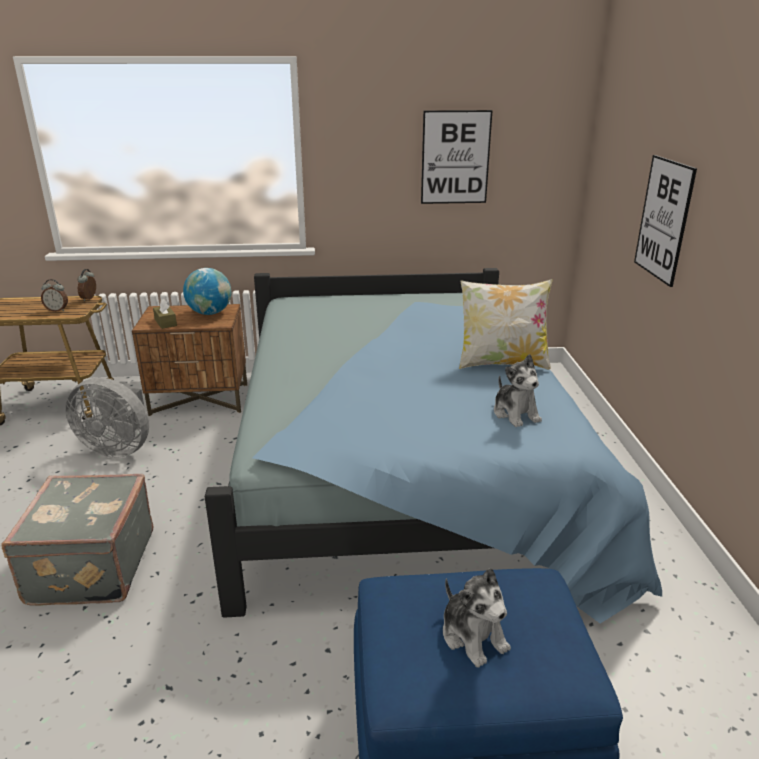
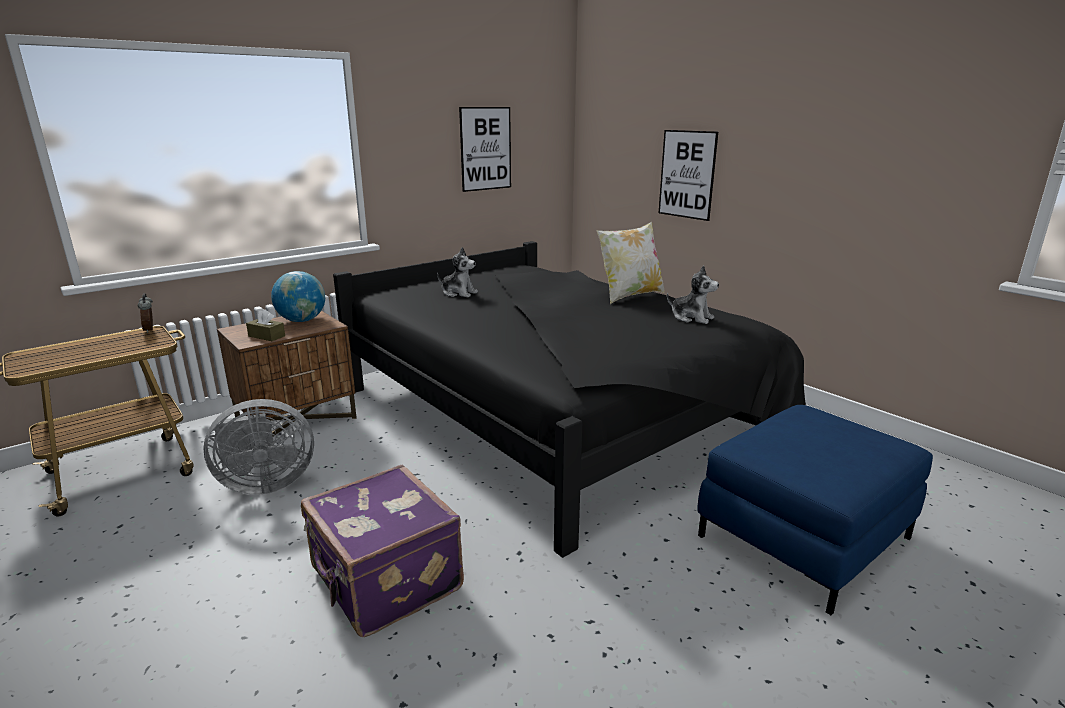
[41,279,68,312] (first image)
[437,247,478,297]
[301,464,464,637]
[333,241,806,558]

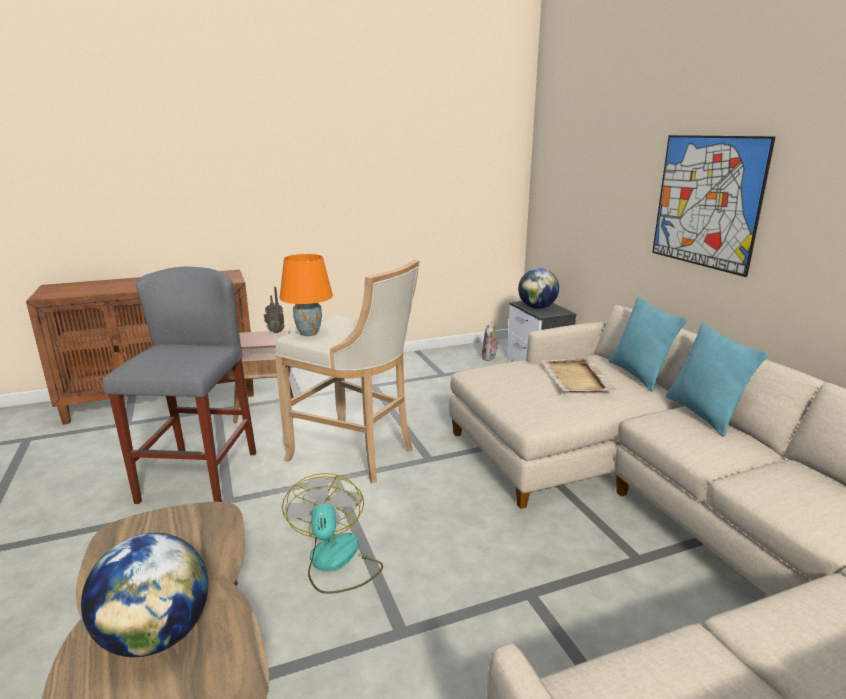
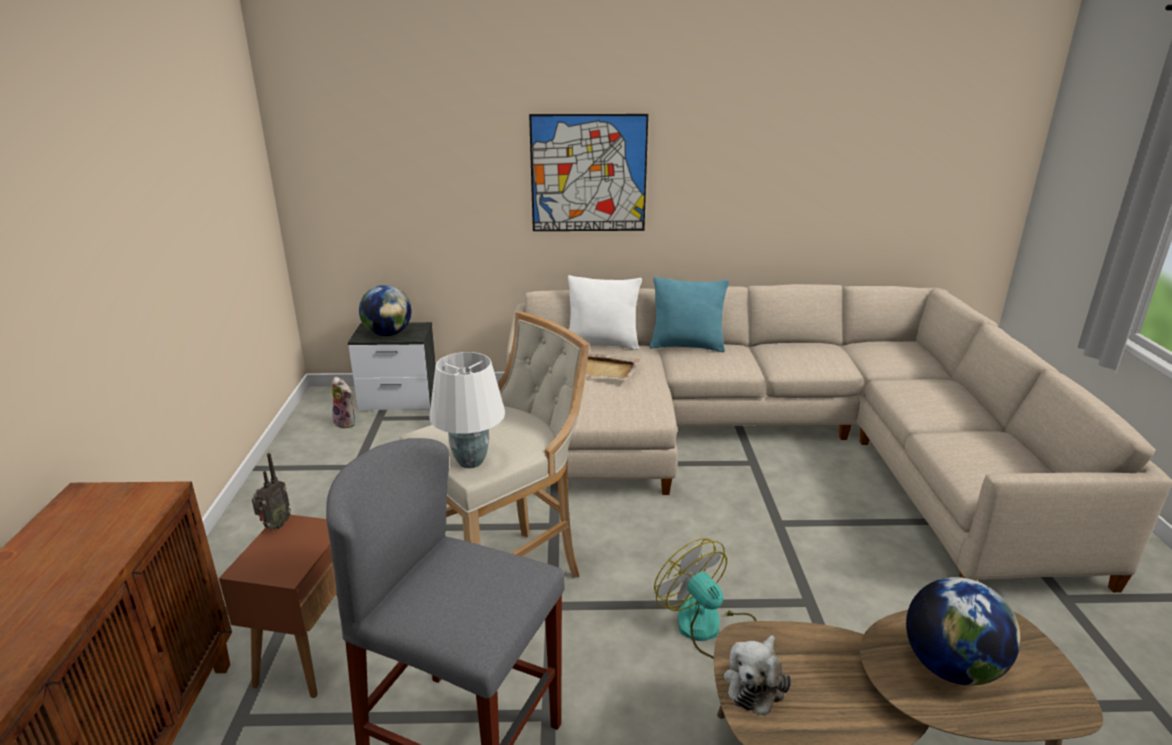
[724,635,791,716]
[429,352,505,468]
[568,275,642,350]
[654,538,757,659]

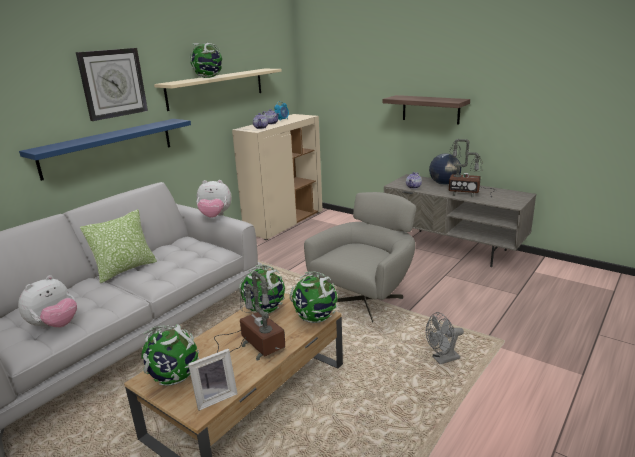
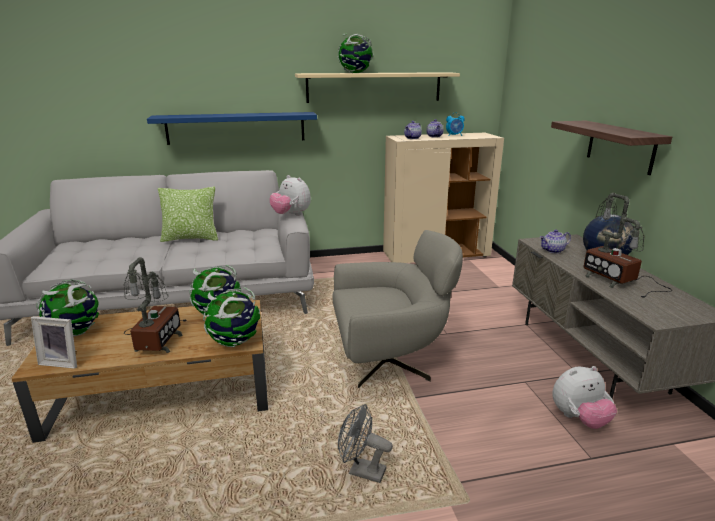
[76,48,148,121] (first image)
[553,366,617,429]

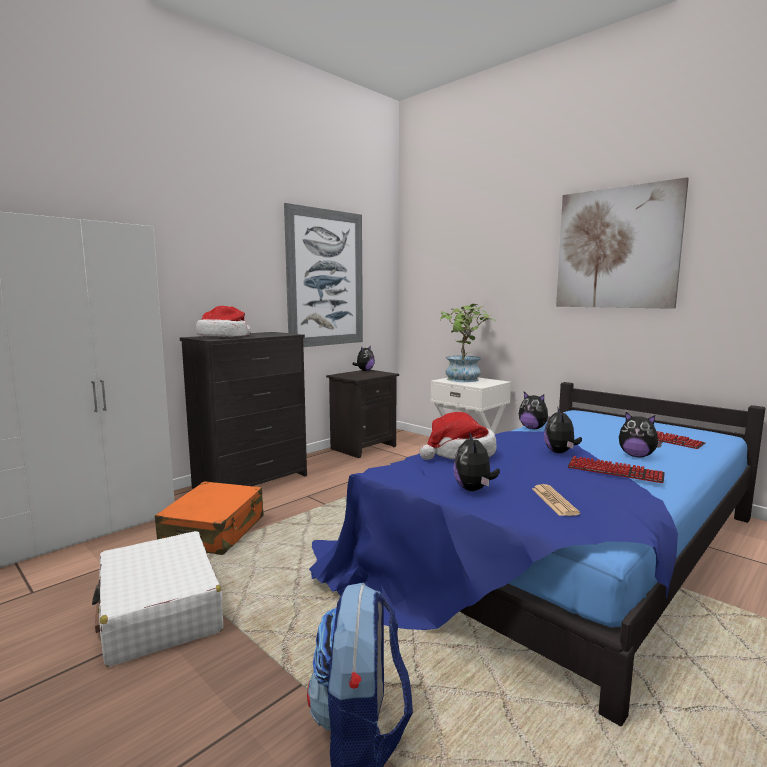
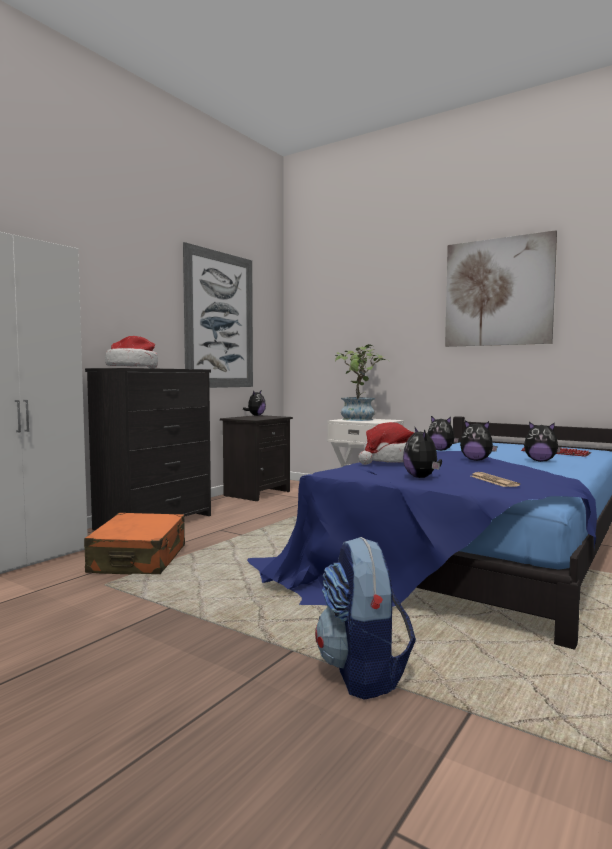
[92,531,223,667] (first image)
[567,456,665,483] (first image)
[460,420,498,461]

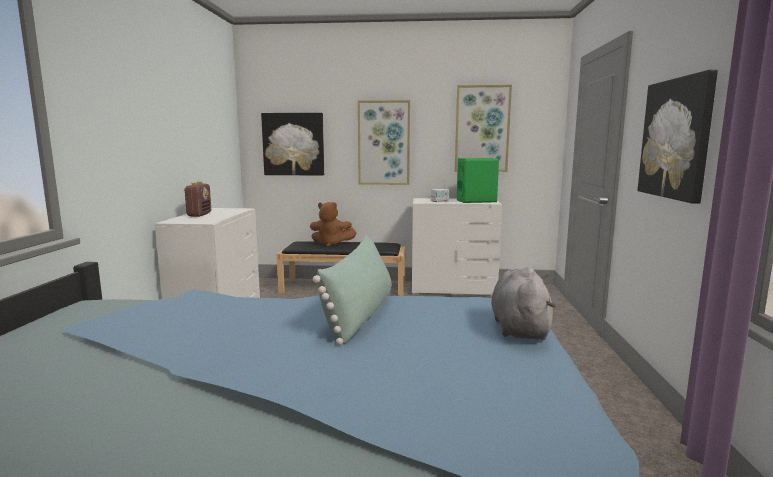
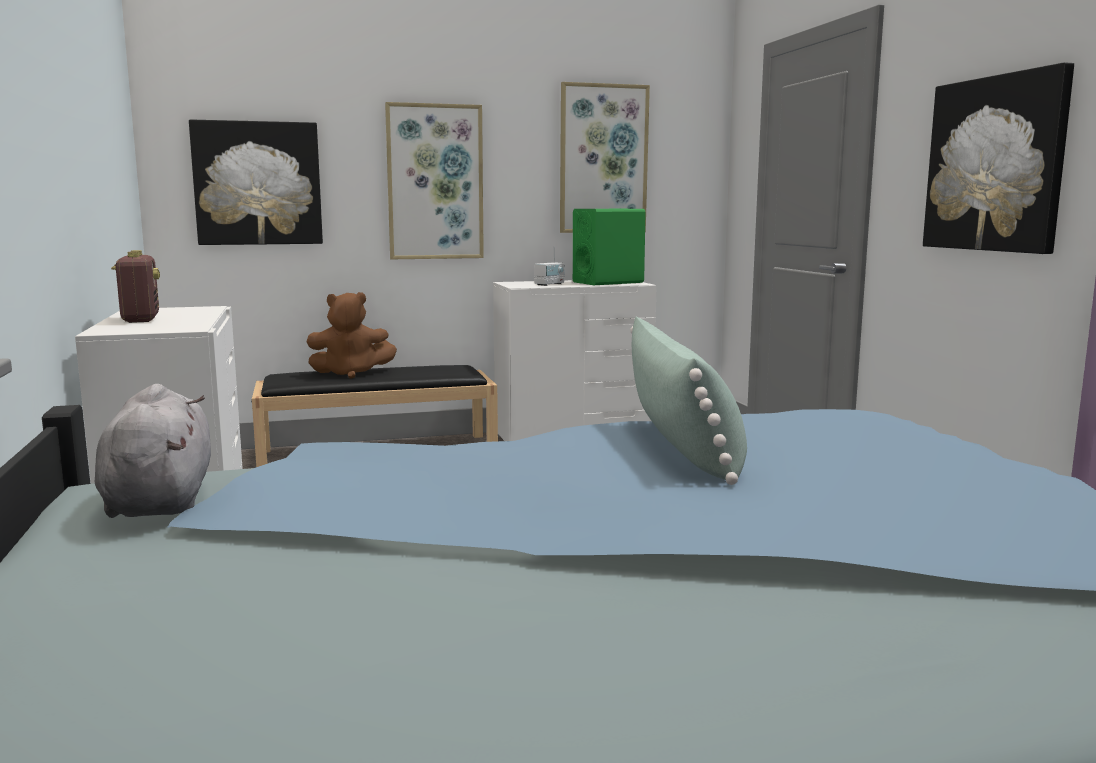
[94,384,211,518]

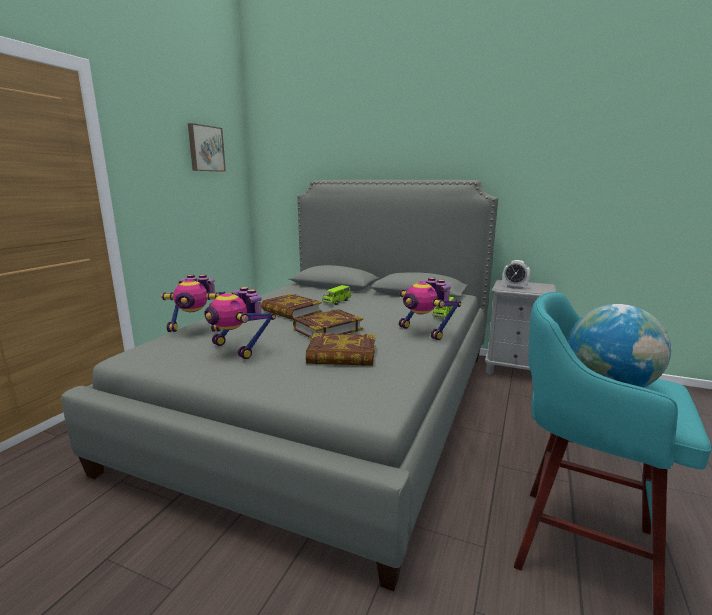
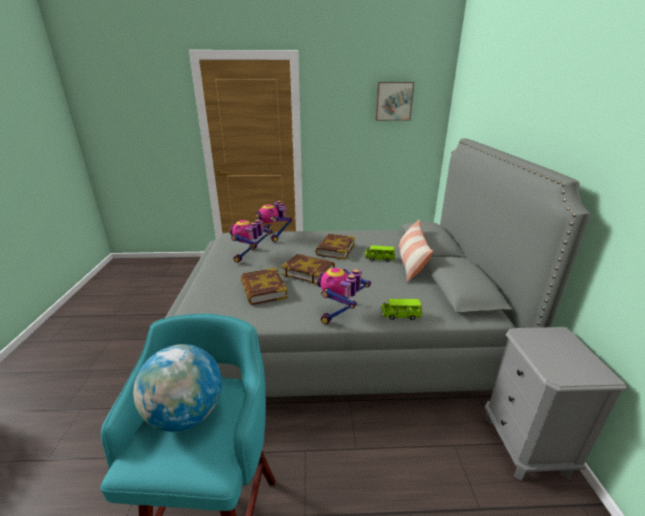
[503,260,530,289] (first image)
[398,219,434,282]

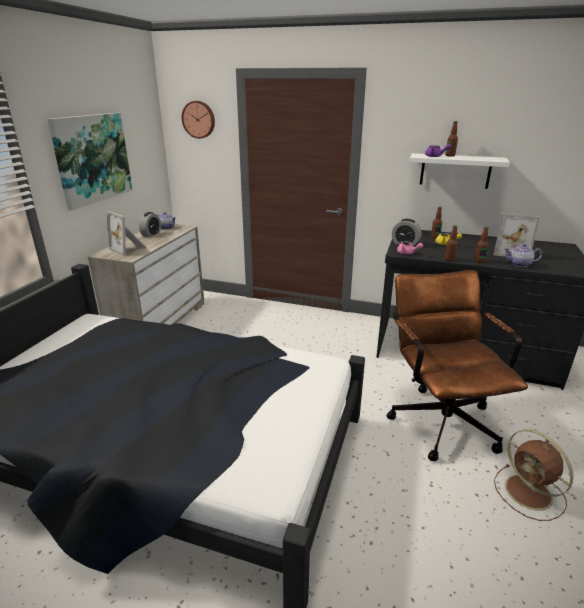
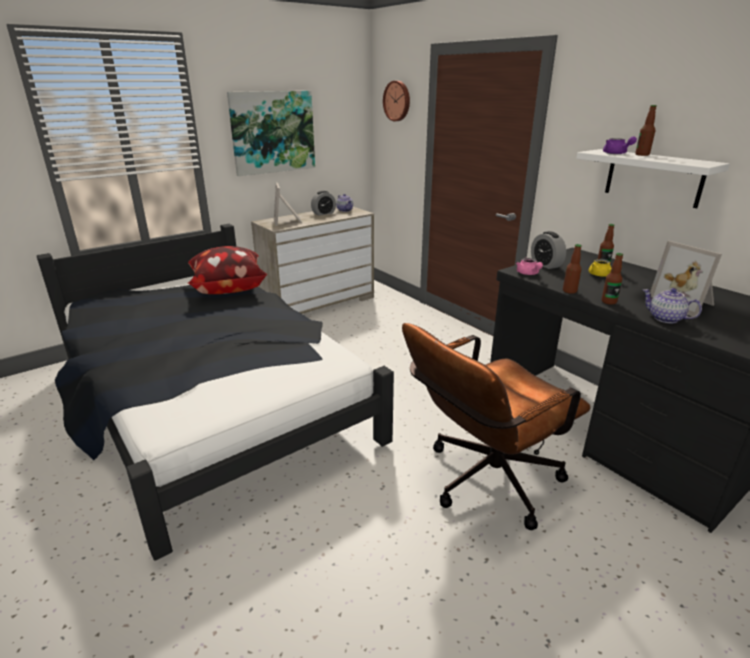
[494,429,573,521] (first image)
[188,246,267,294]
[402,323,591,530]

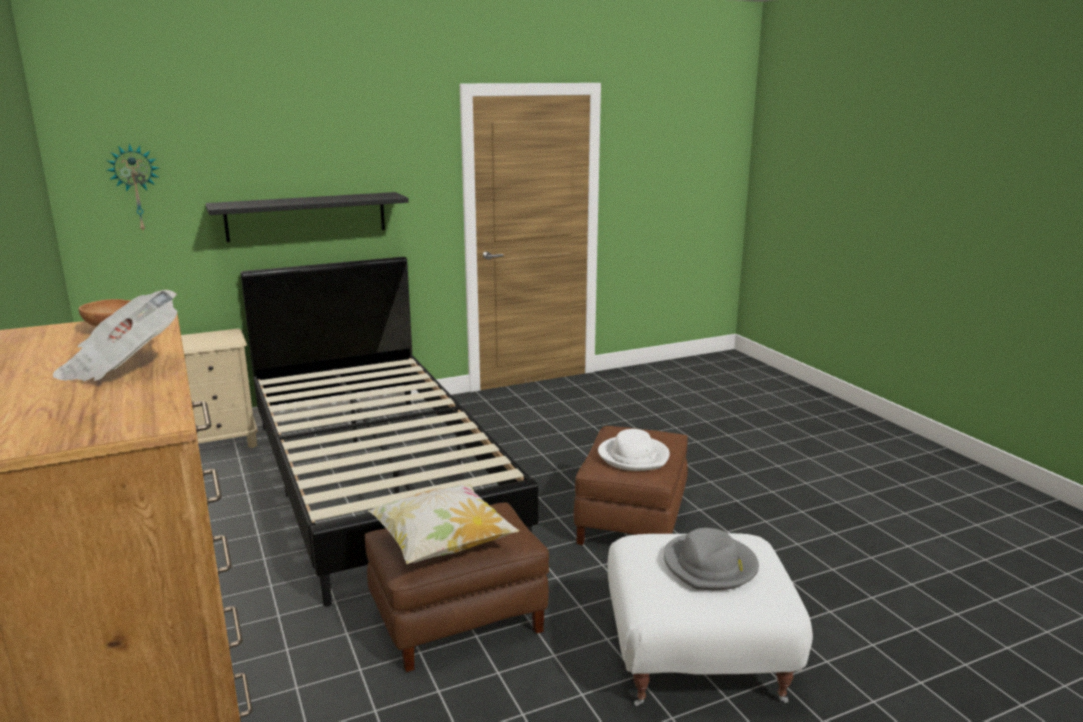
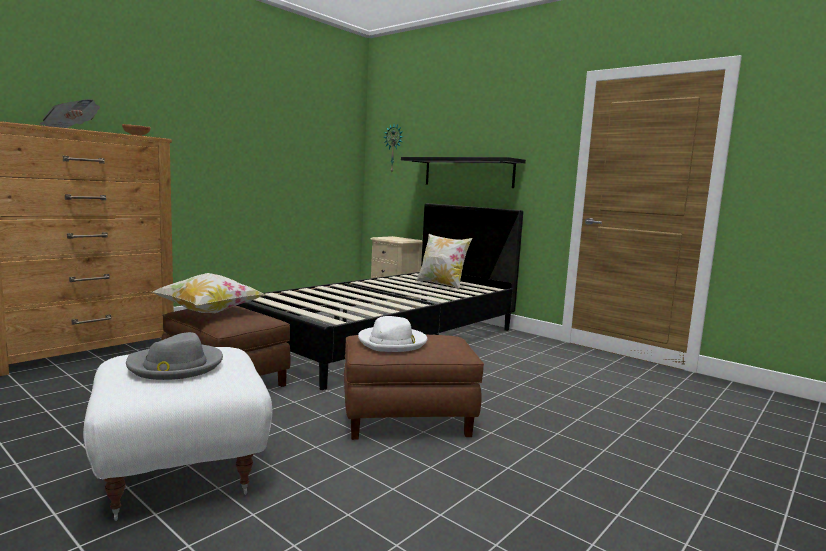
[416,234,472,290]

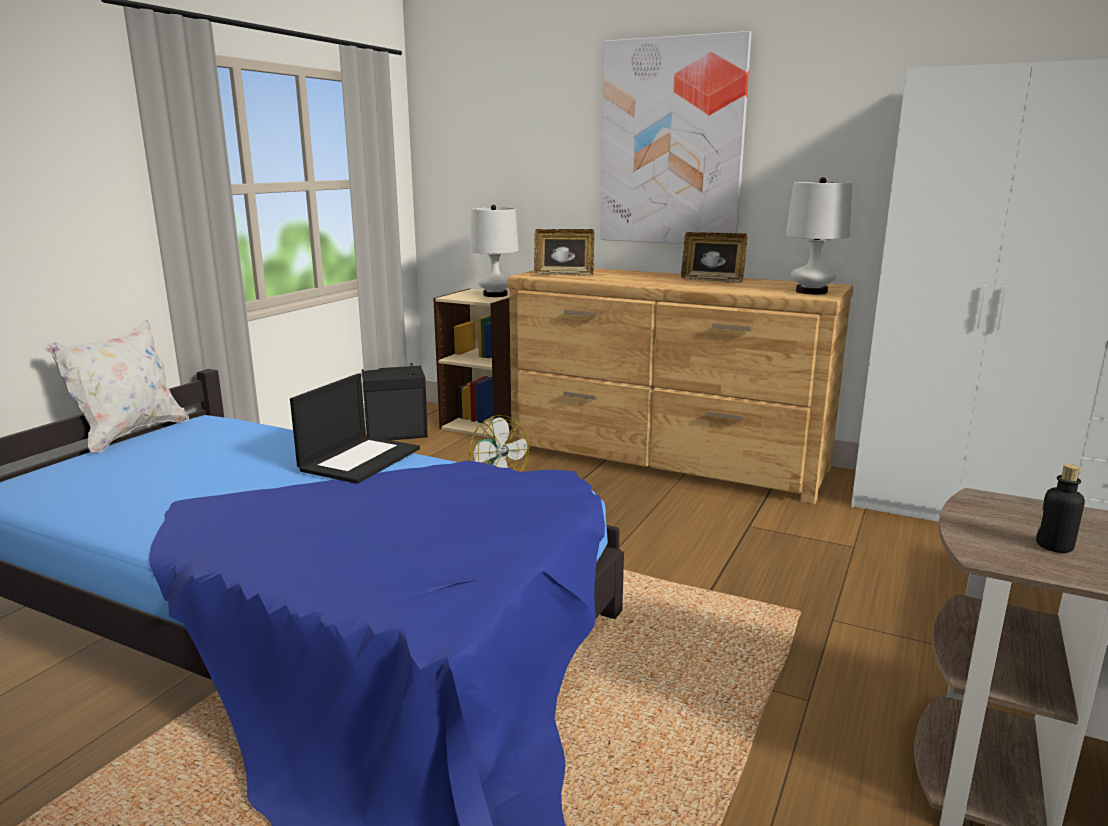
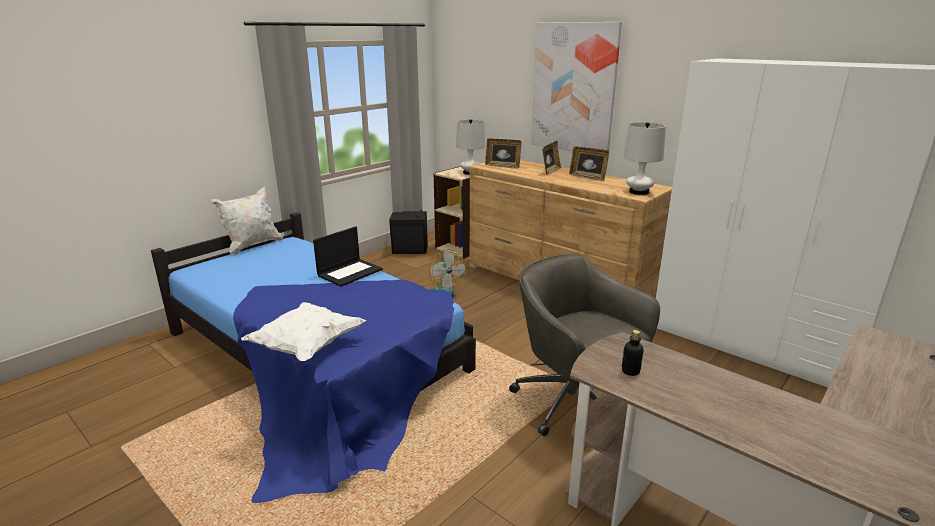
[241,302,366,361]
[509,254,660,436]
[542,141,562,175]

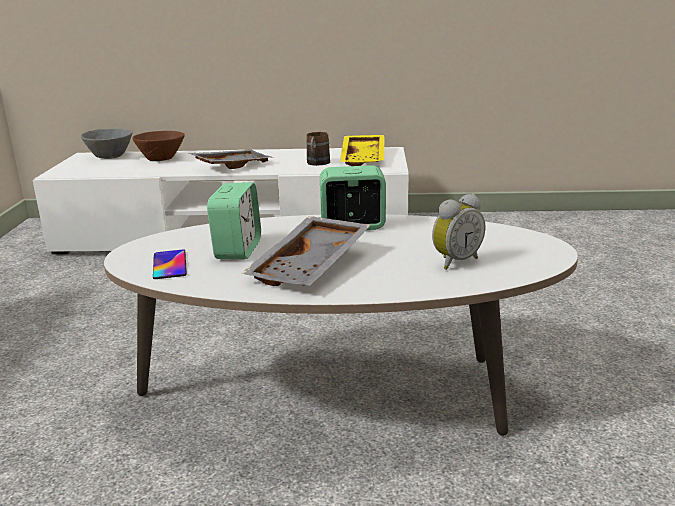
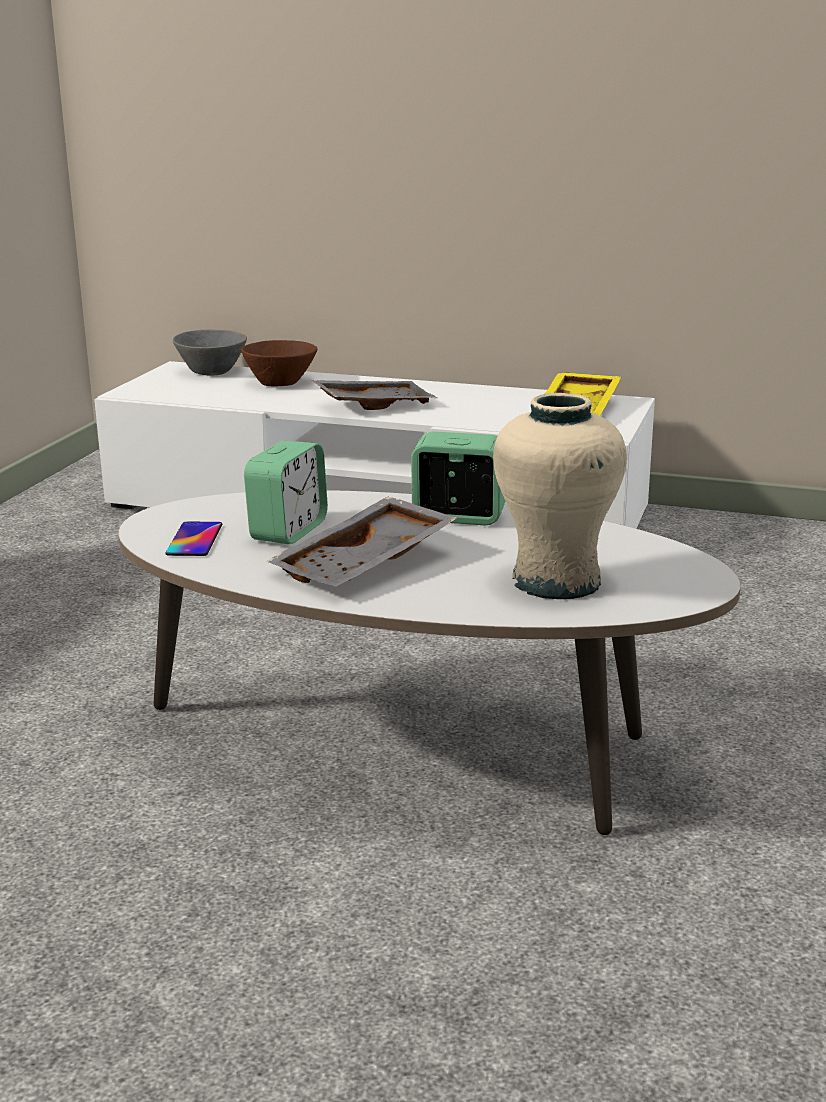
[306,132,330,166] (first image)
[493,393,627,599]

